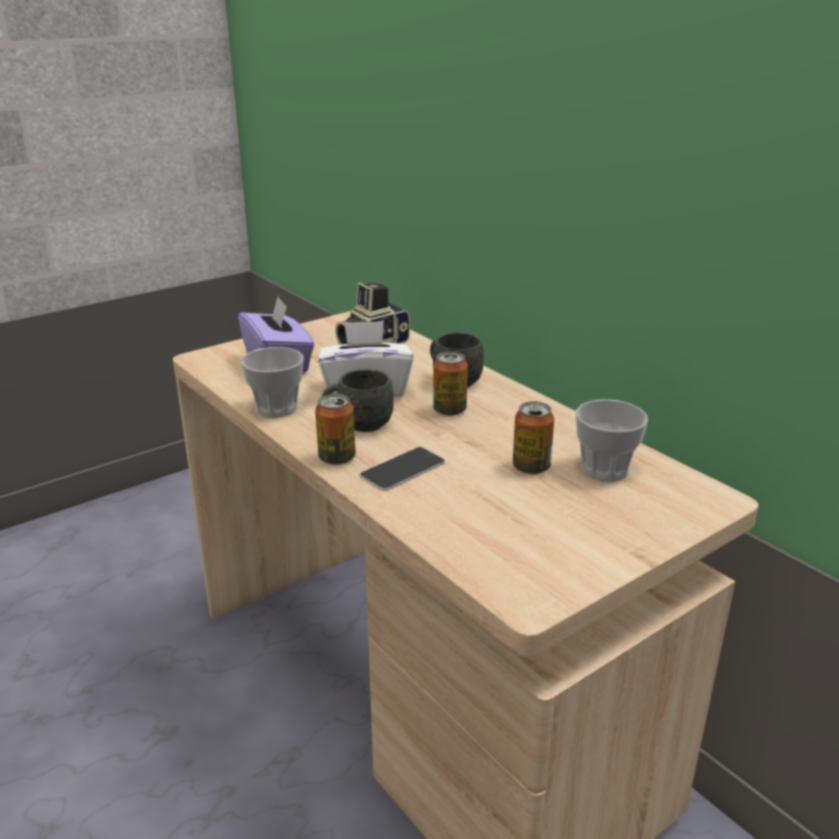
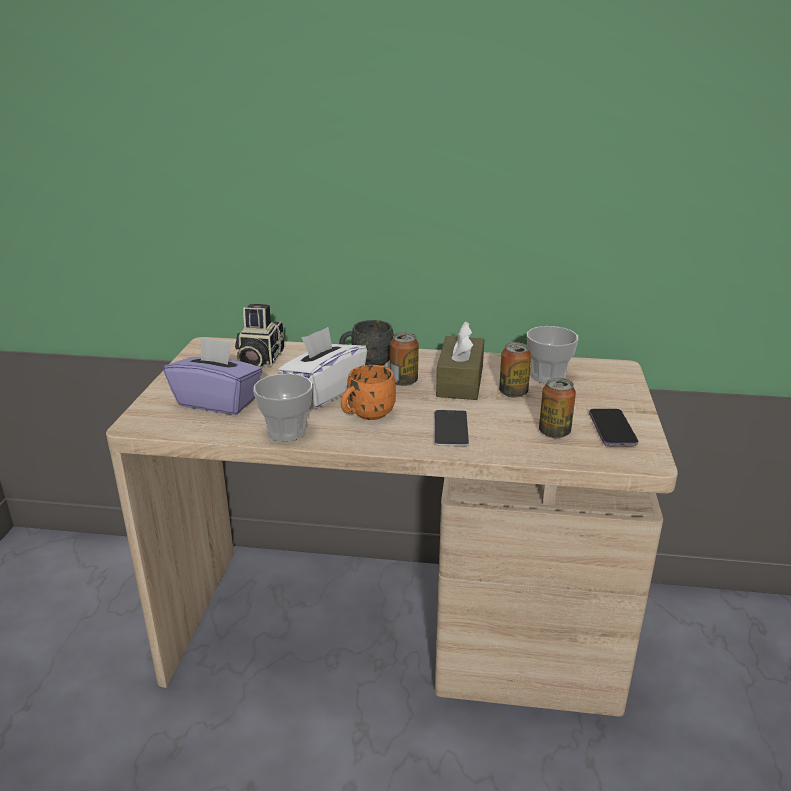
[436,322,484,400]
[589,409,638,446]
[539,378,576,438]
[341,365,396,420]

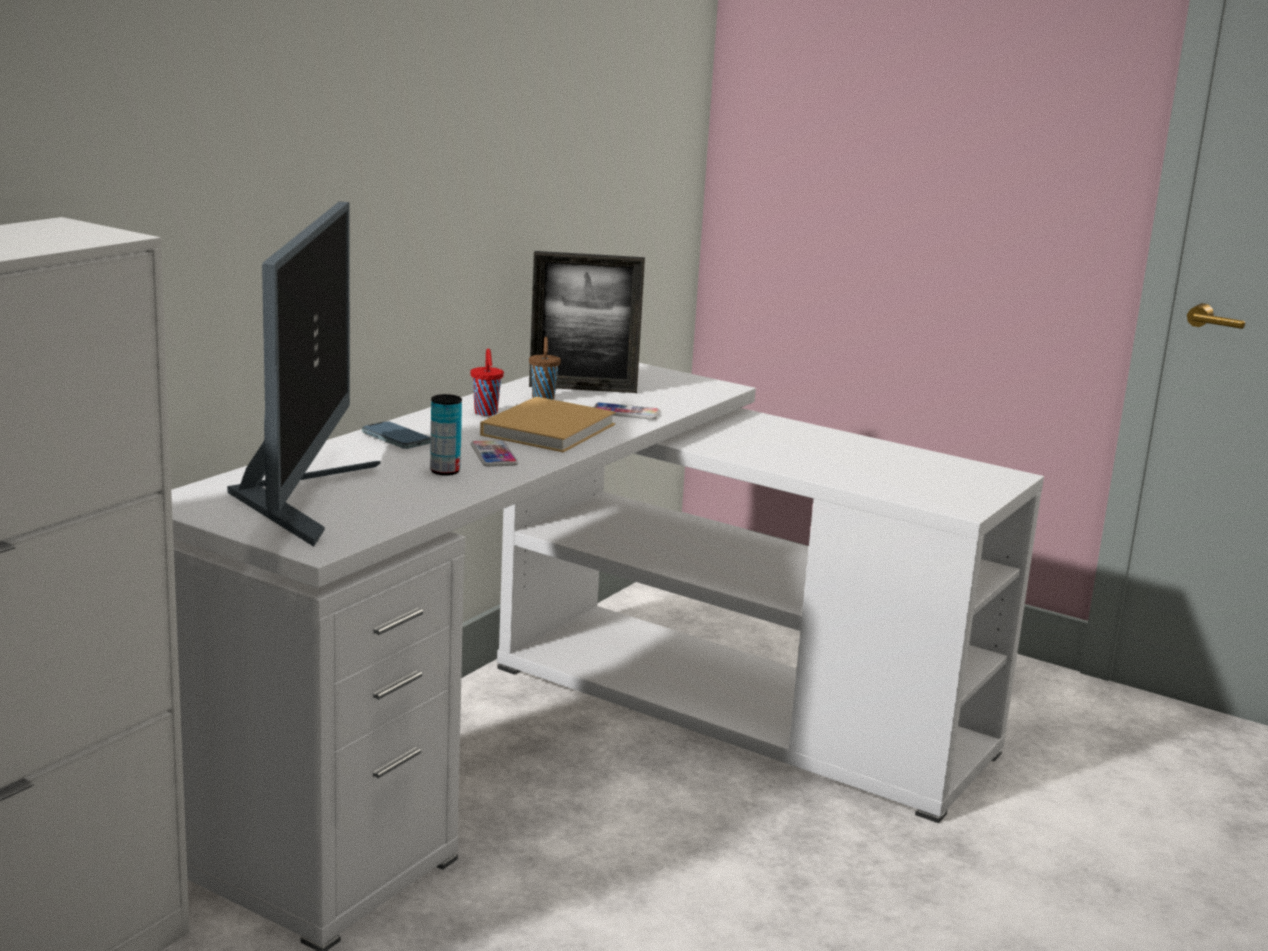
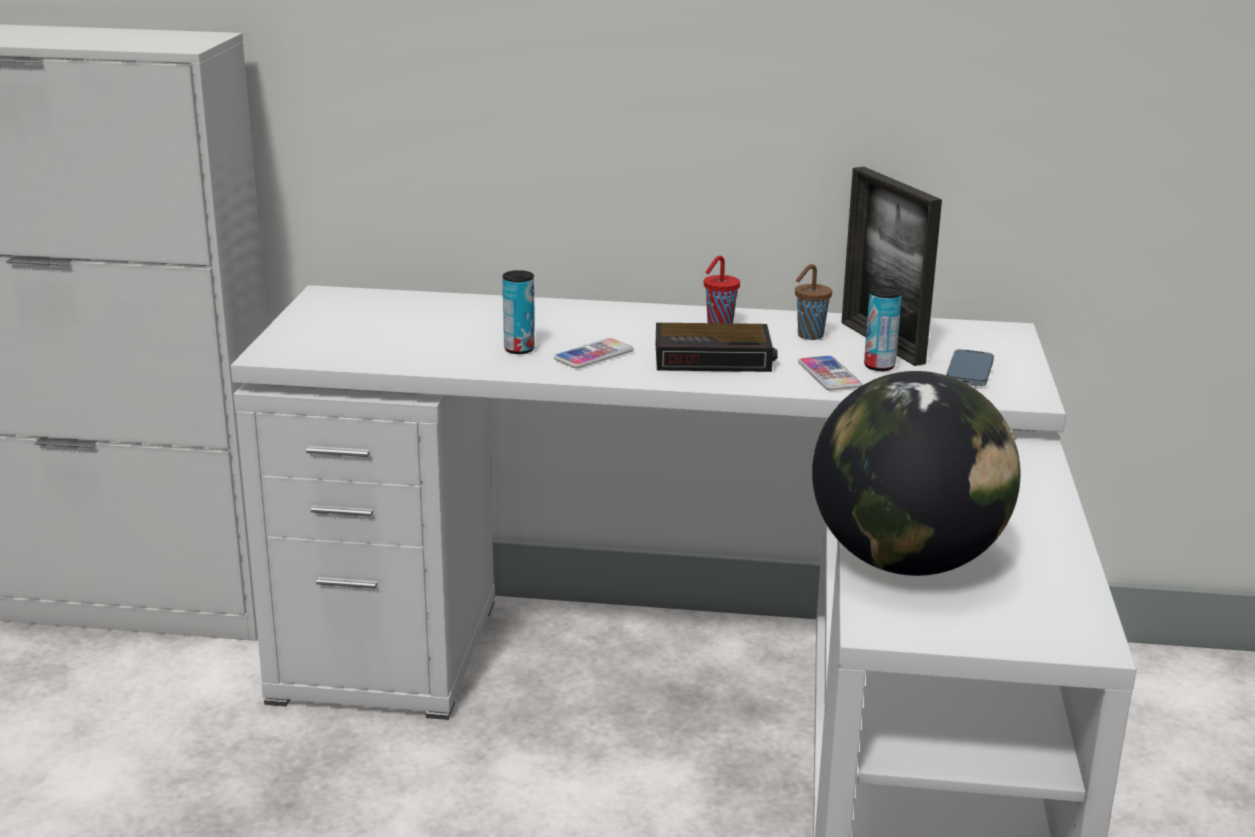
[227,202,381,547] (first image)
[812,371,1021,576]
[864,286,902,371]
[946,349,994,386]
[656,323,778,372]

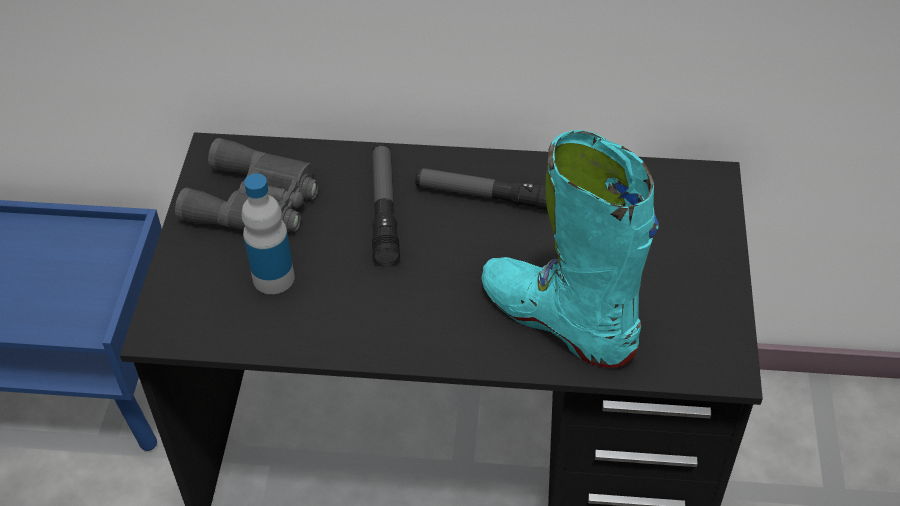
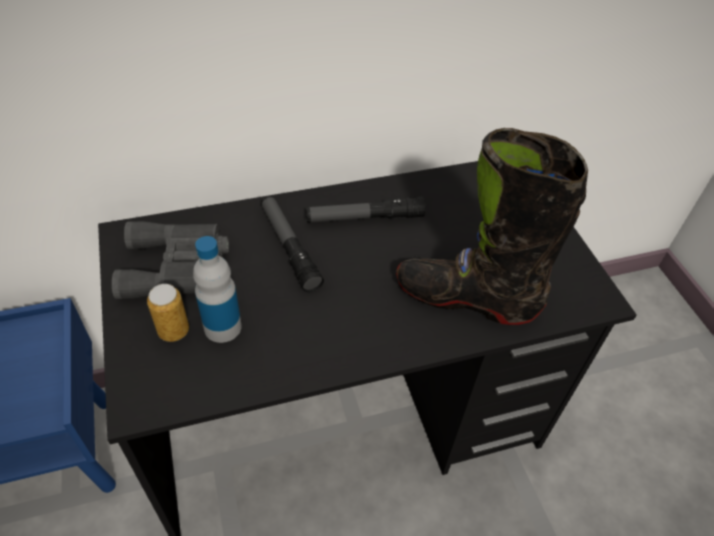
[147,284,189,342]
[396,128,588,325]

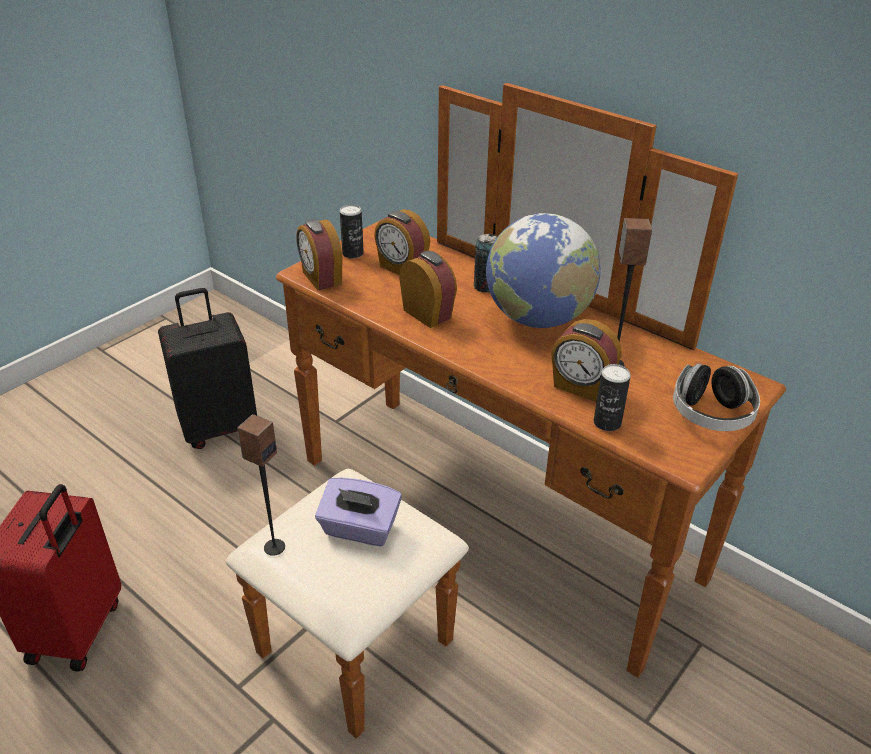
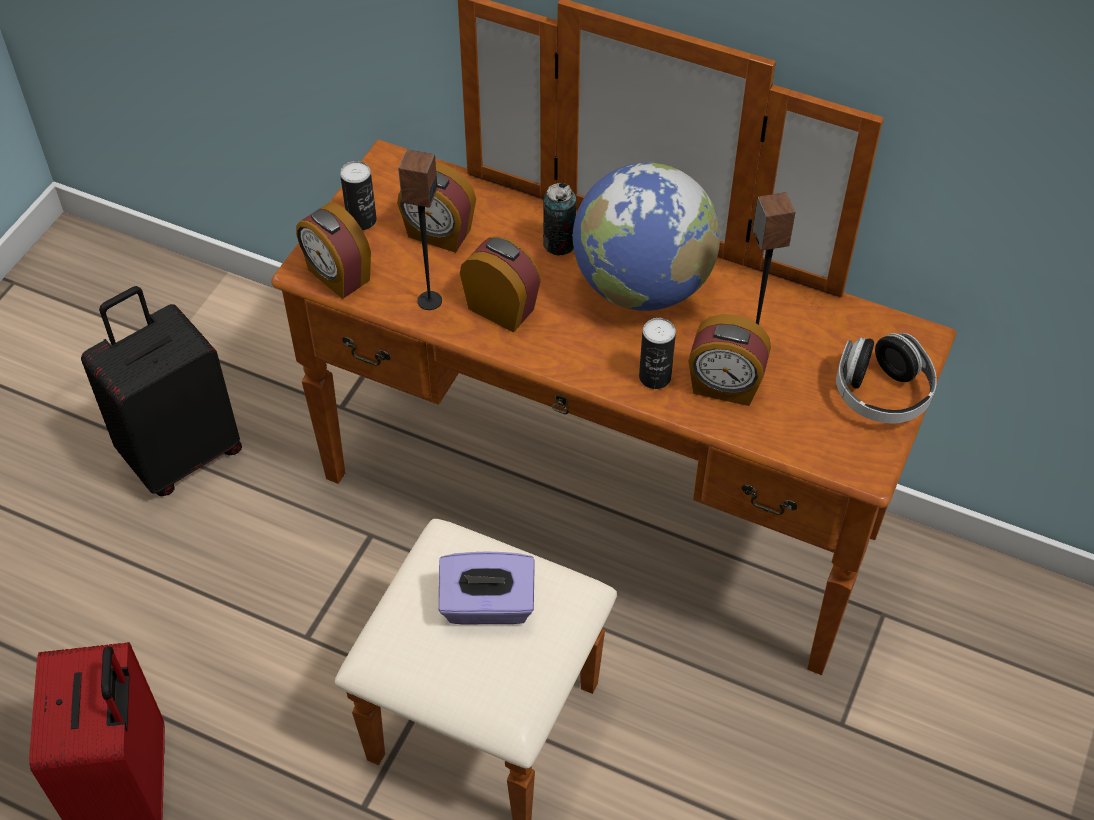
[398,150,442,310]
[639,318,676,389]

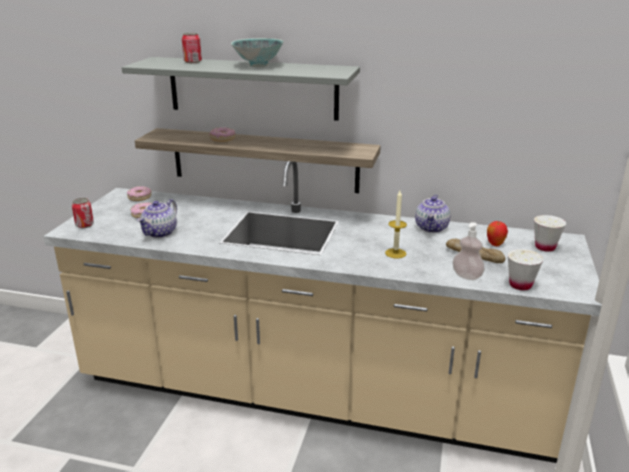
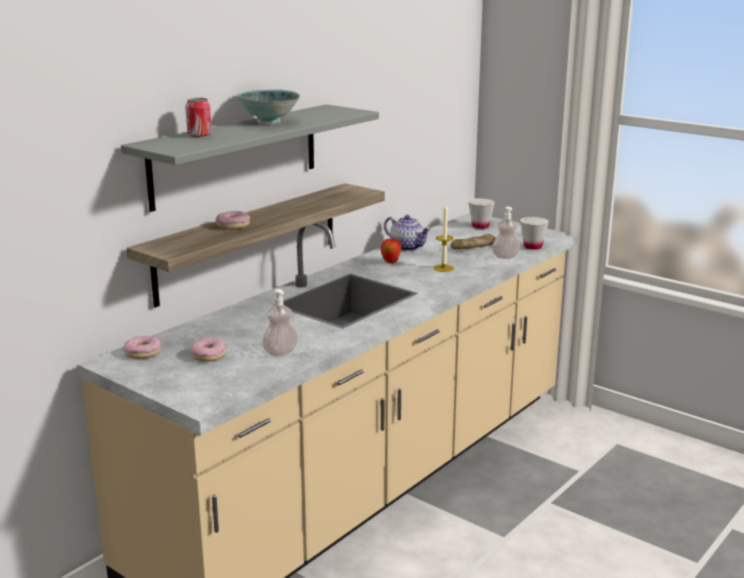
[72,198,94,228] (first image)
[381,239,401,263]
[262,289,298,356]

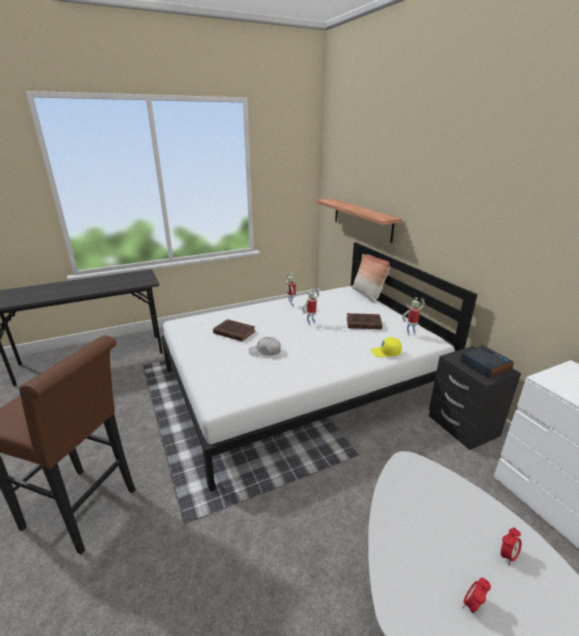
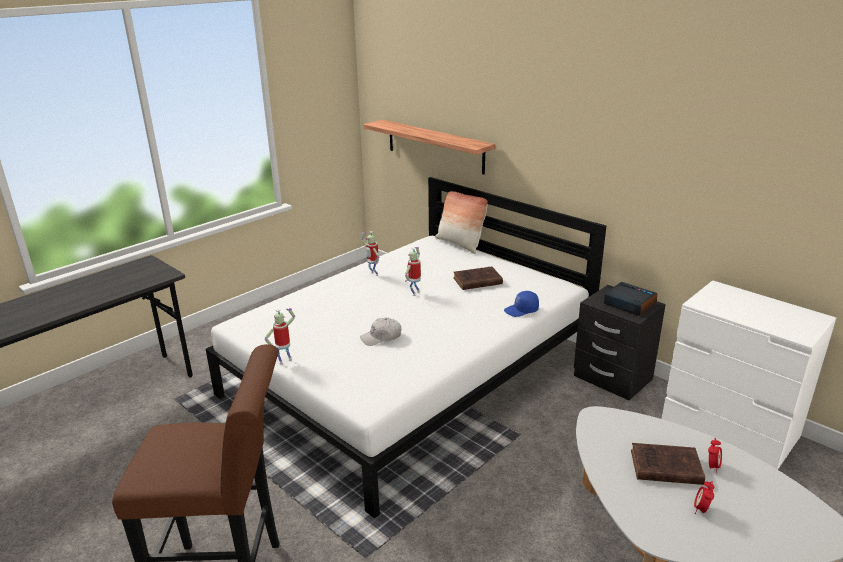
[631,443,705,485]
[265,308,295,365]
[504,291,539,317]

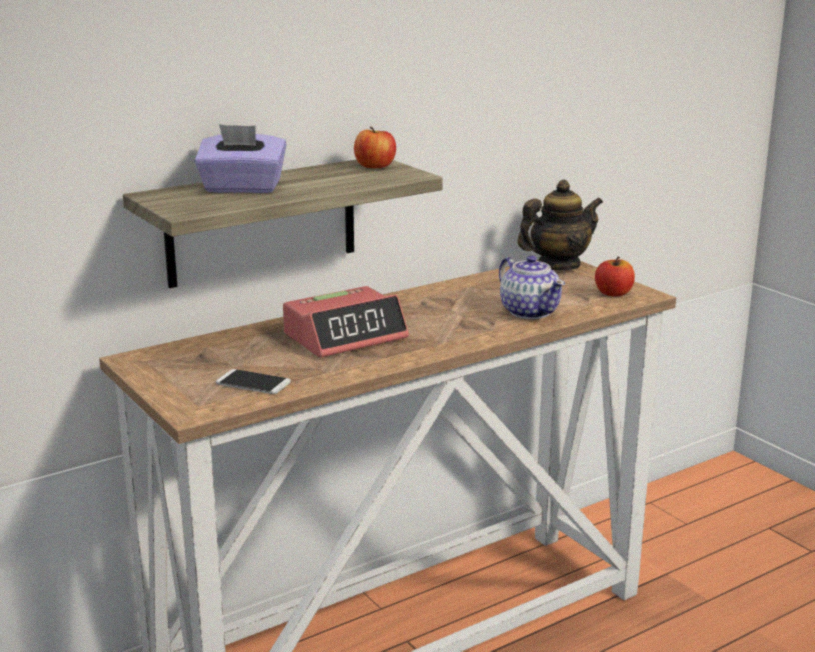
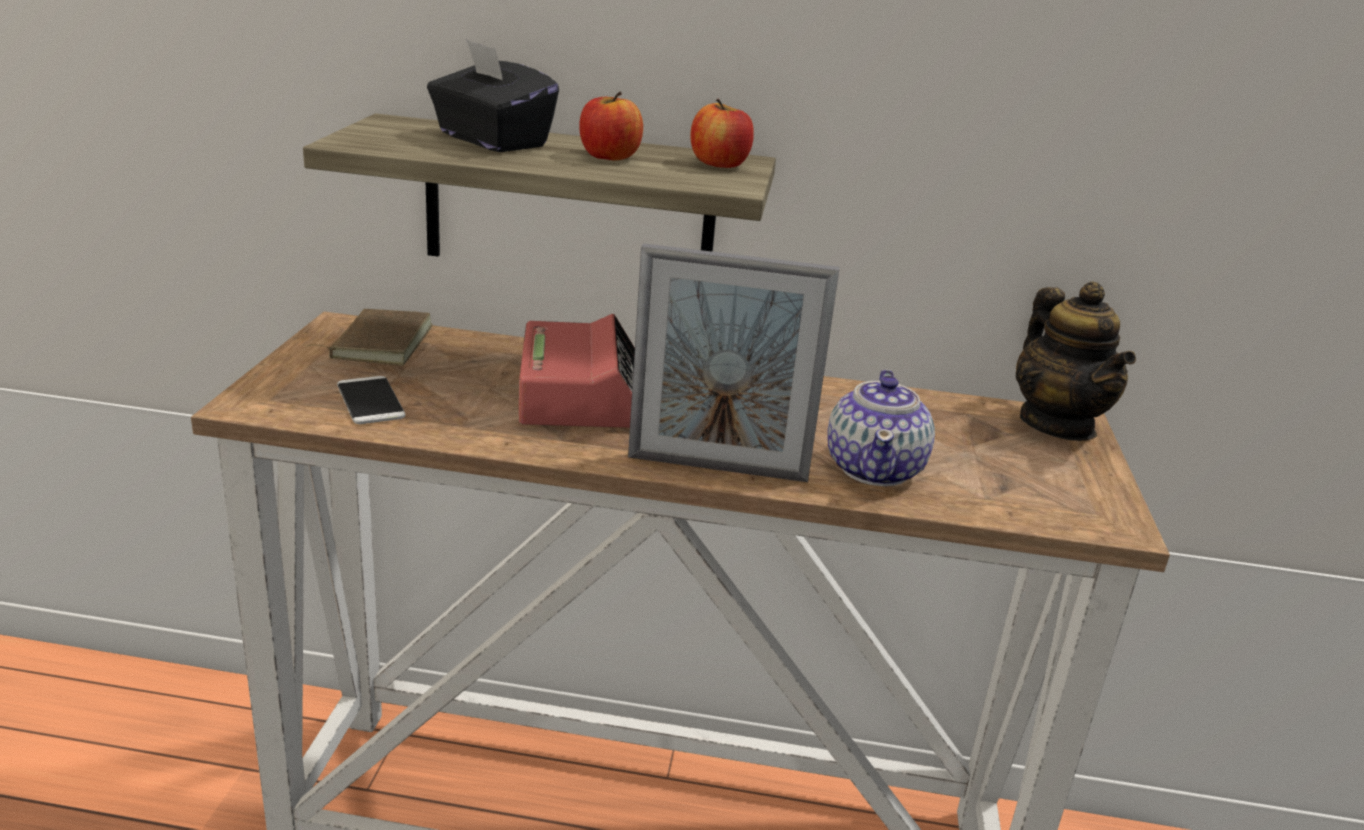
[305,309,433,366]
[628,243,839,482]
[579,92,643,161]
[427,39,559,152]
[519,314,635,428]
[1016,281,1136,441]

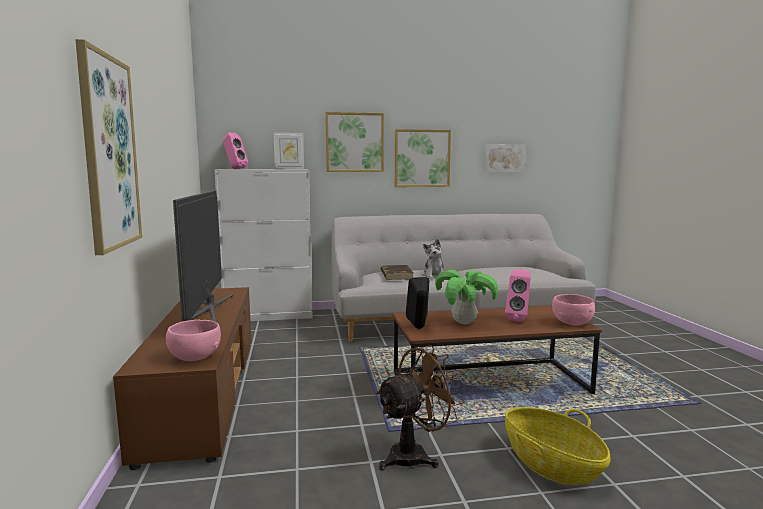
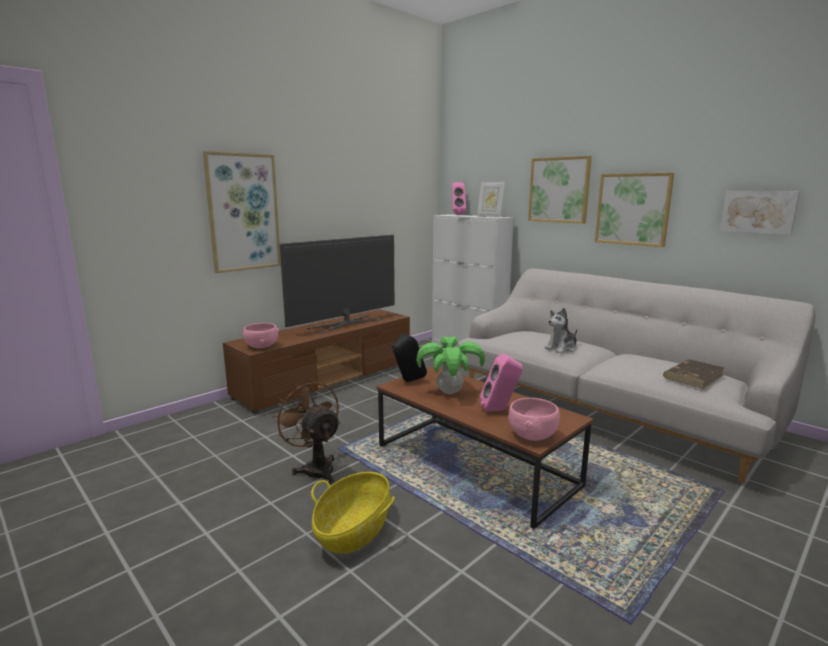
[663,359,725,389]
[272,379,341,484]

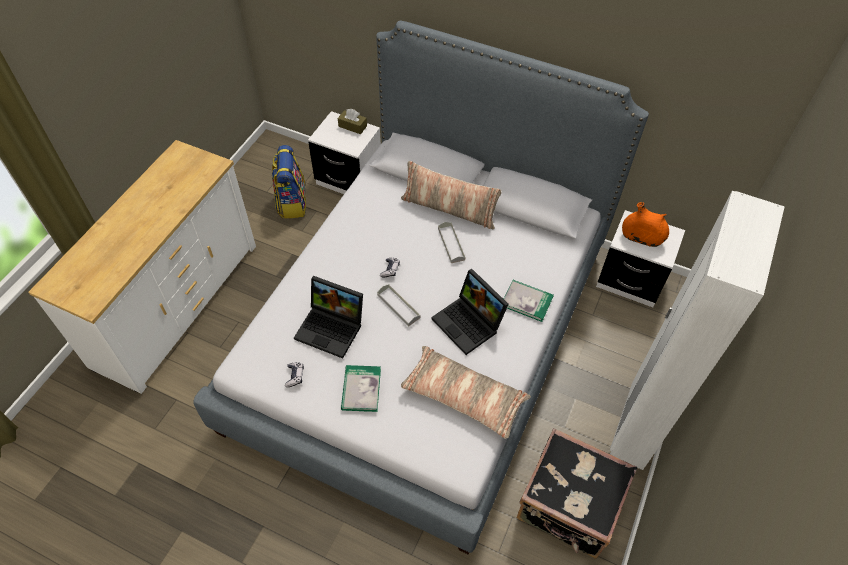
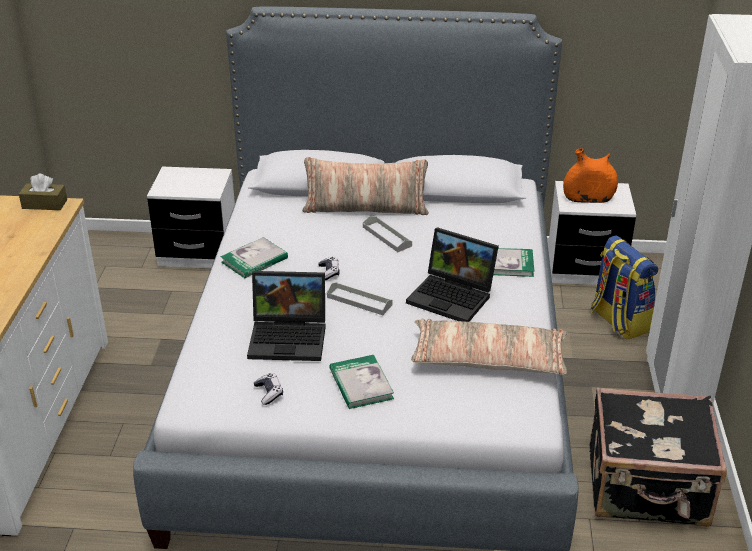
[221,237,288,279]
[591,235,658,340]
[19,174,67,210]

